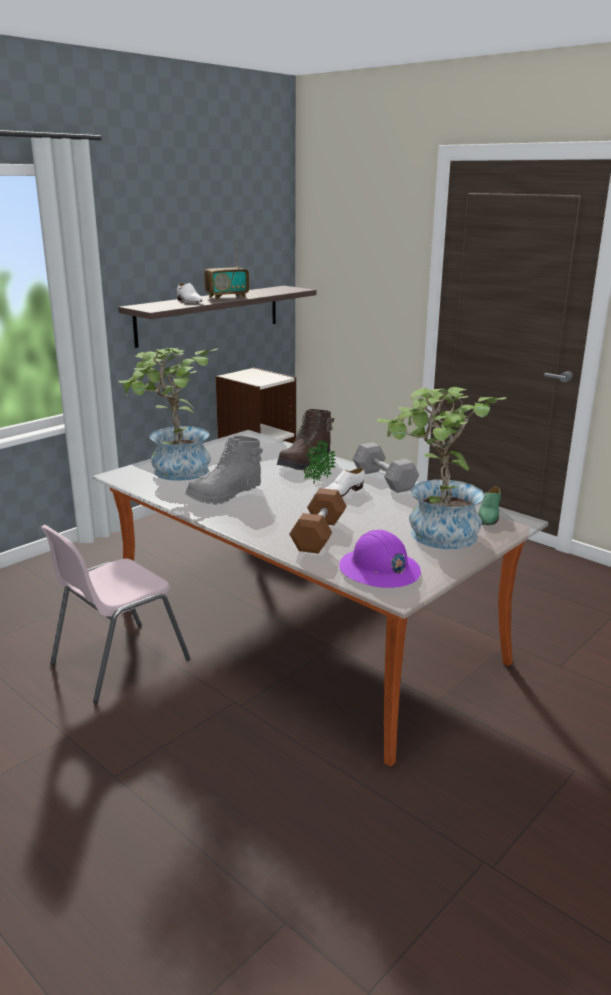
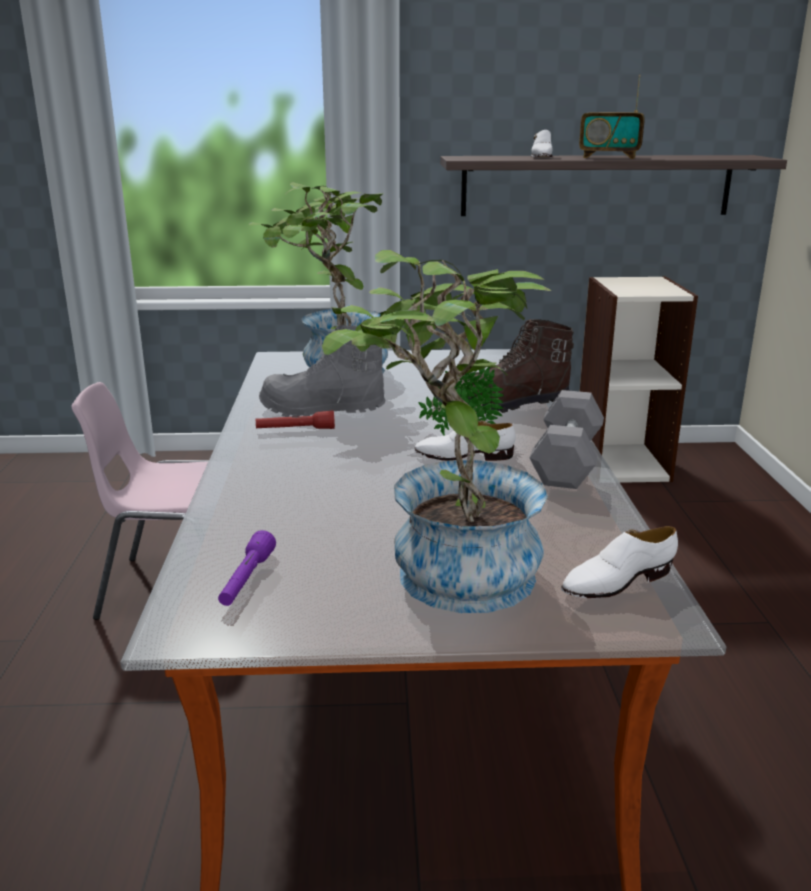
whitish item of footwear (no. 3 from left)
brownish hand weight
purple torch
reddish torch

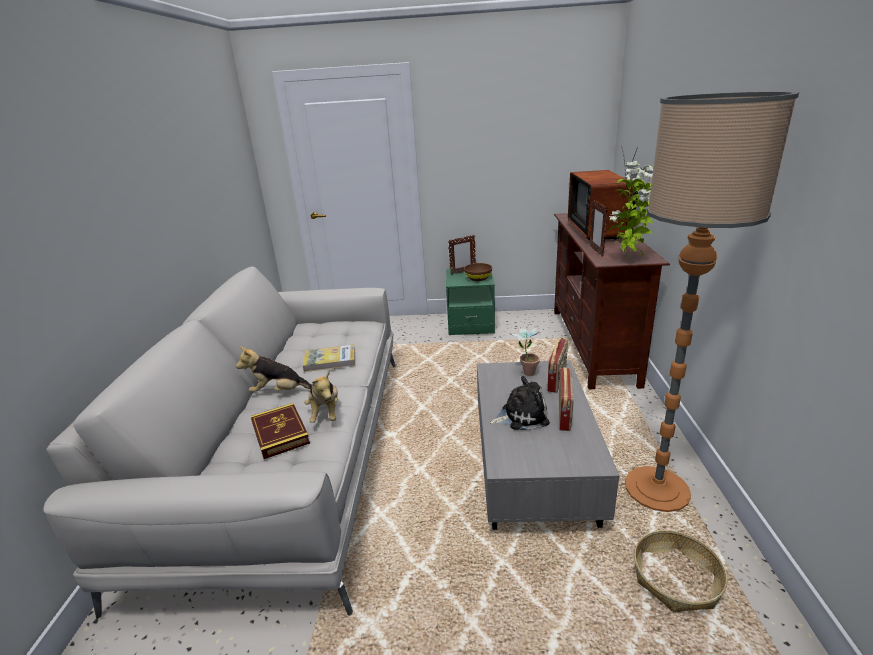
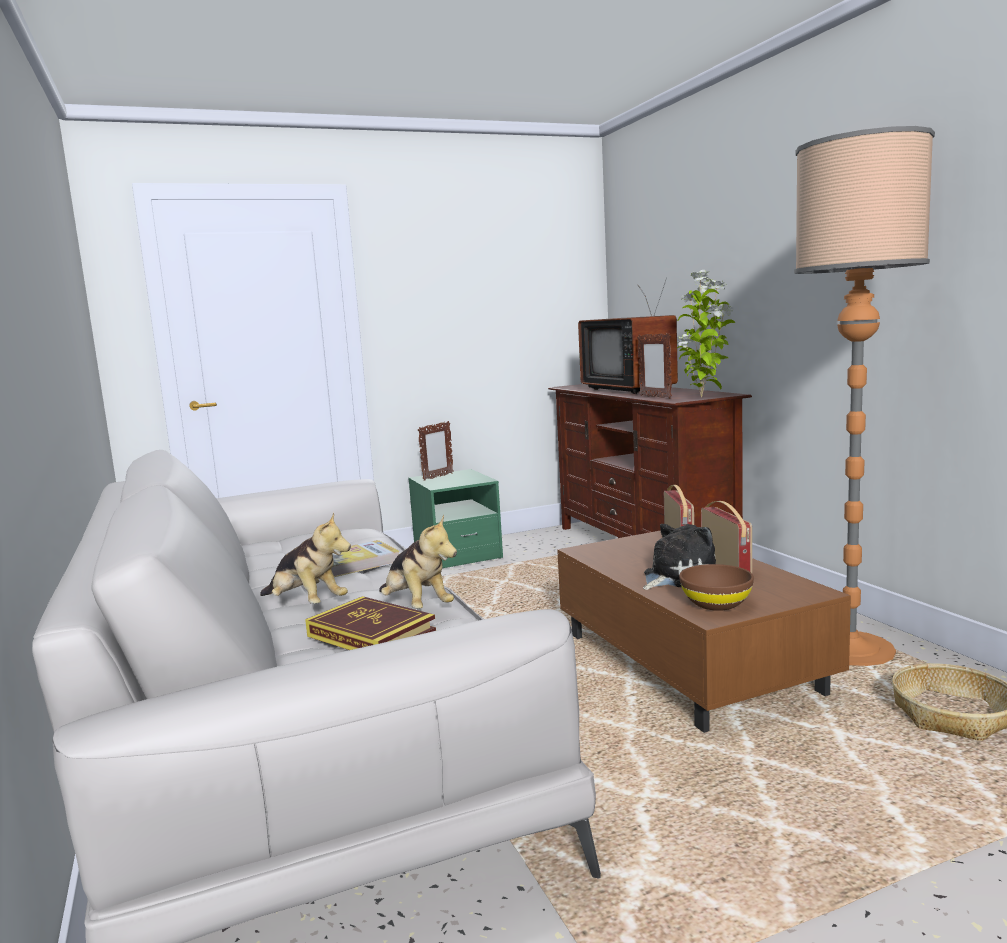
brownish serving bowl
houseplant (no. 1 from left in the first image)
soft toy (no. 1 from left)
brownish low table

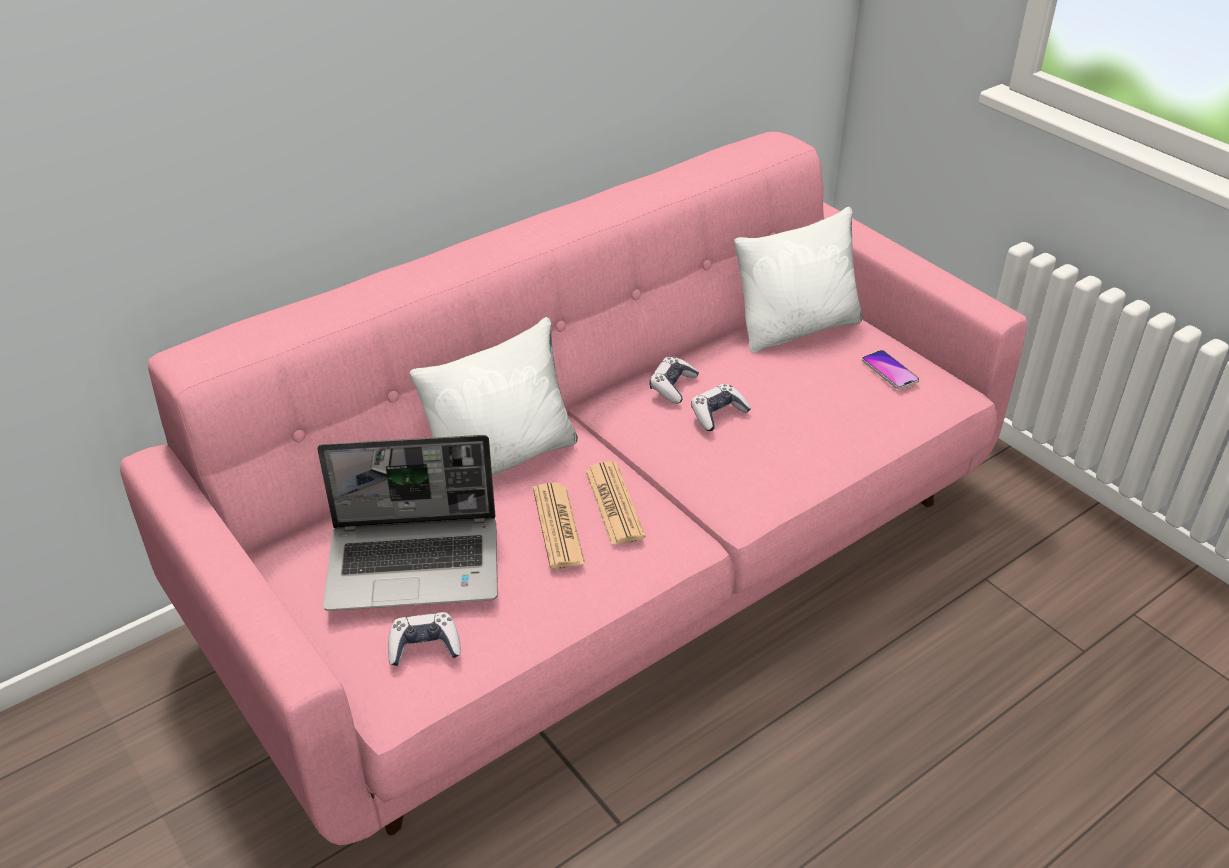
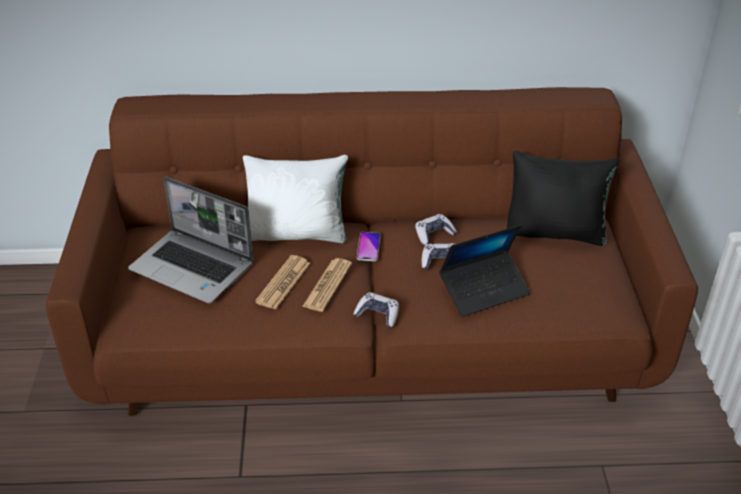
brownish sofa
black pillow
handset
gamepad (no. 1 from left)
portable computer (no. 2 from left)

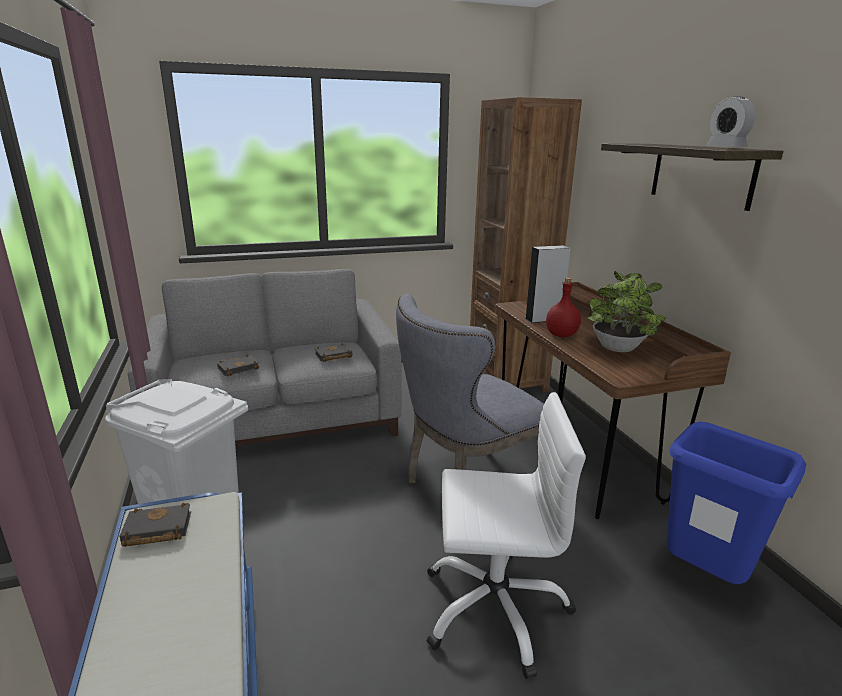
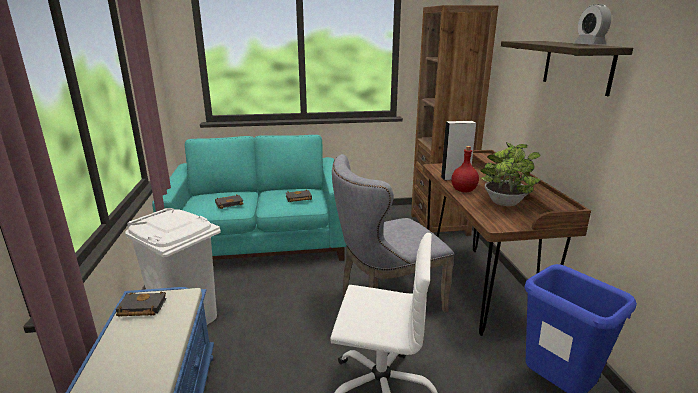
blue-green sofa

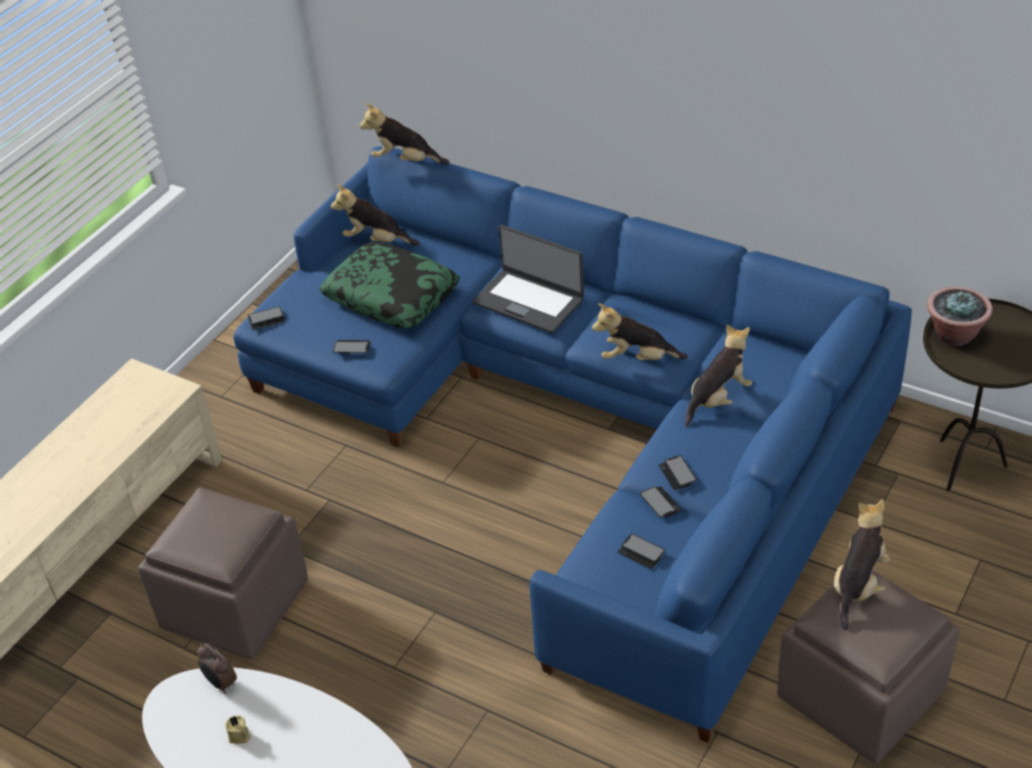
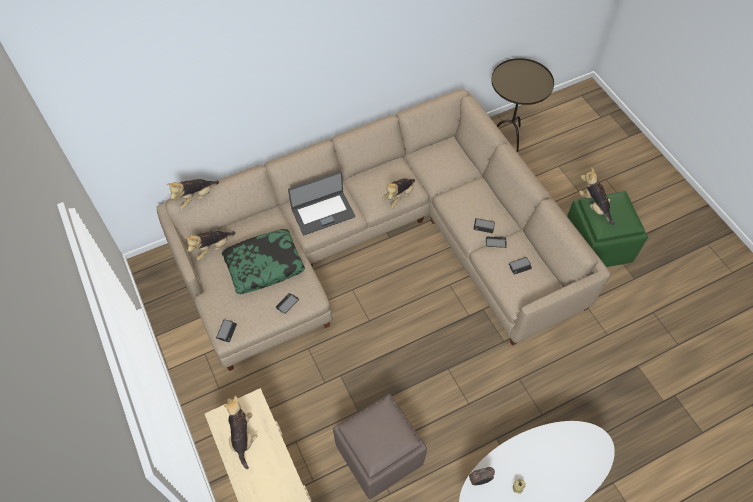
beige sofa
houseplant
soft toy (no. 3 from left)
green ottoman

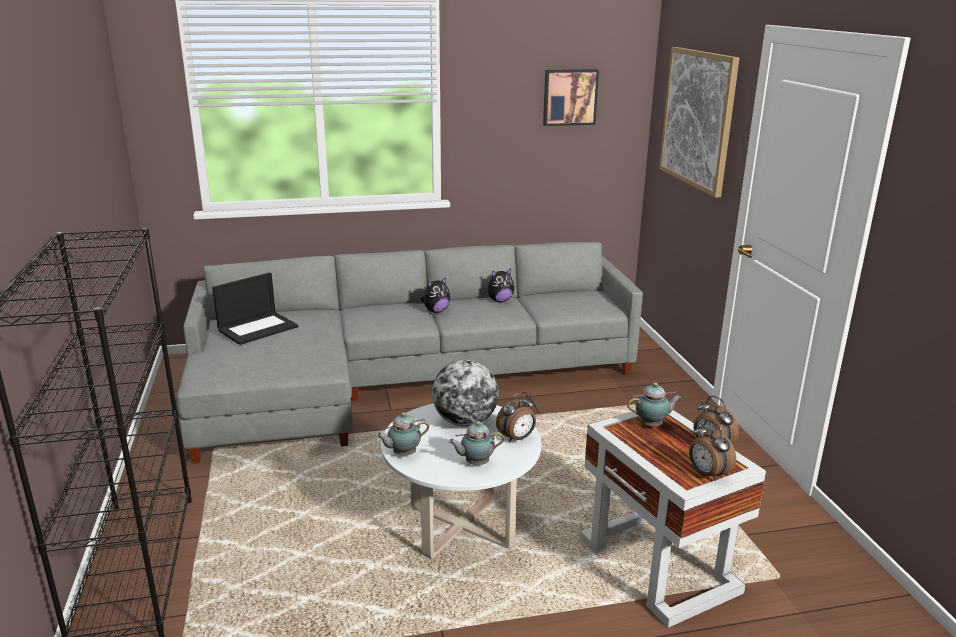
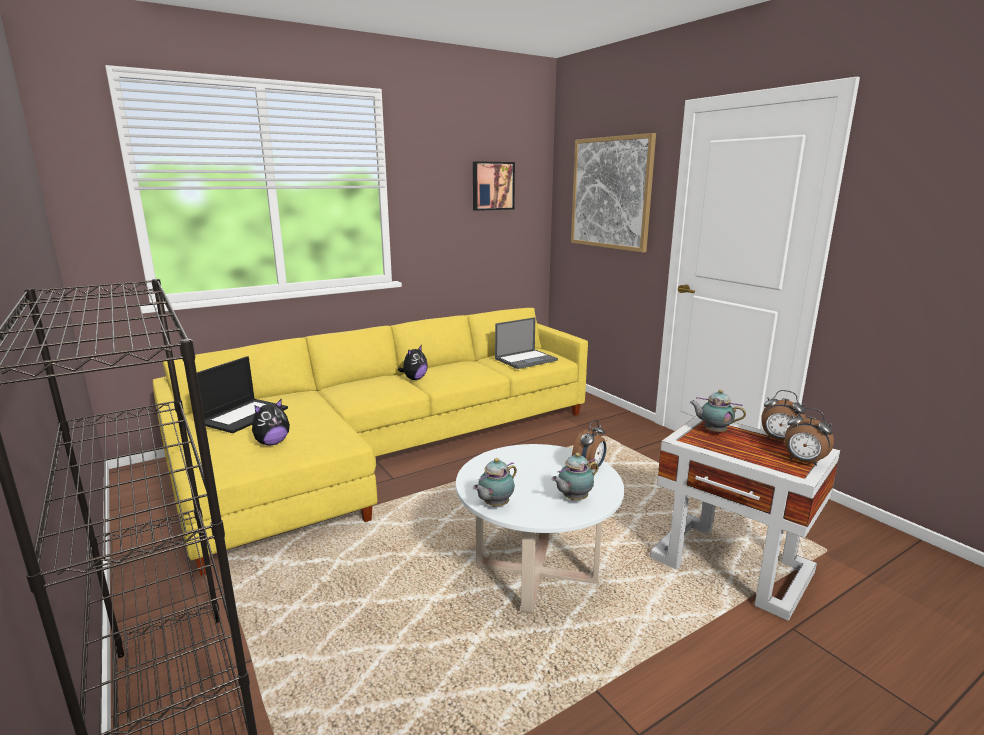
yellow sofa
soft toy (no. 1 from left)
globe
teapot (no. 3 from left)
portable computer (no. 2 from left)

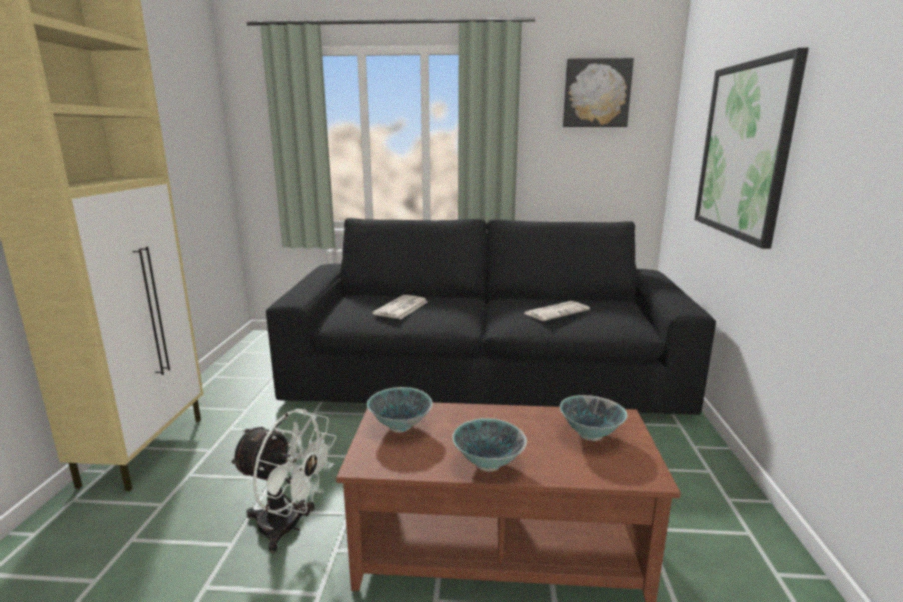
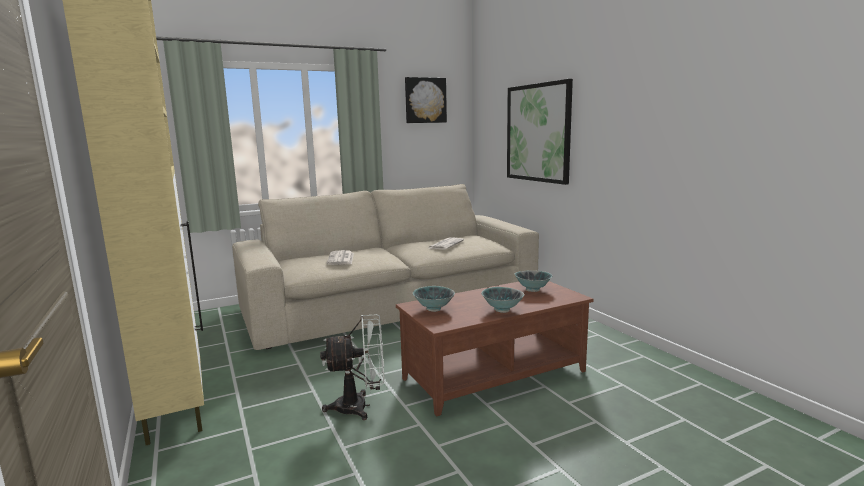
beige sofa

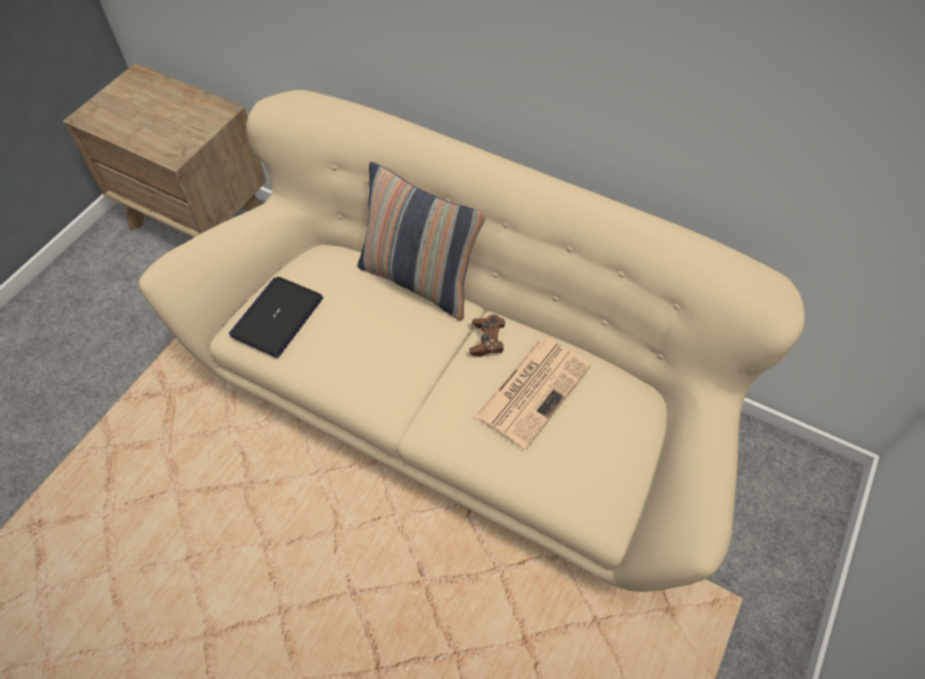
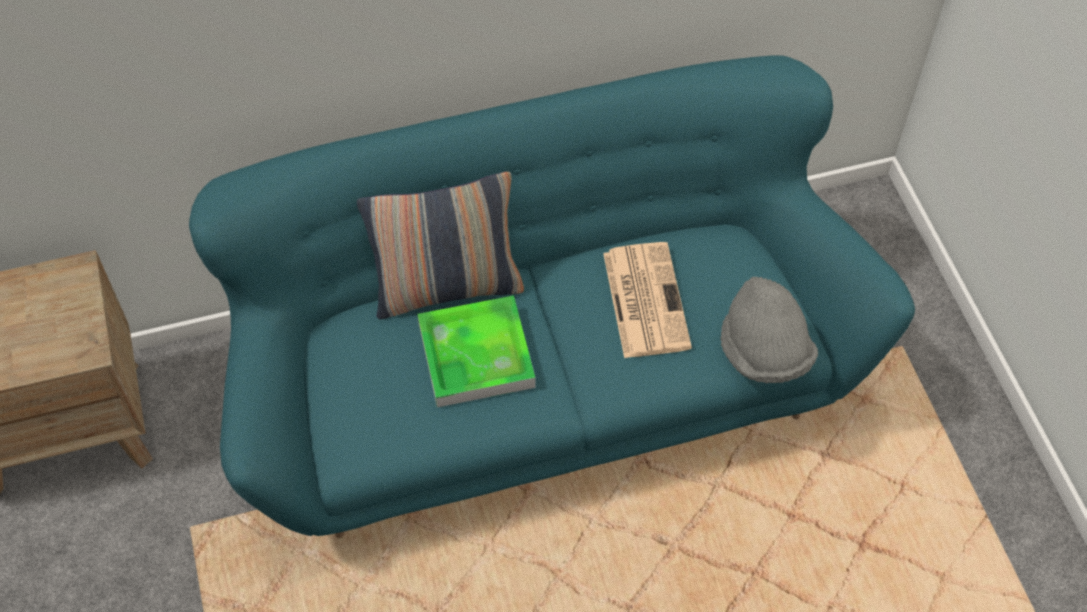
blue-green sofa
portable computer
brownish gamepad
grey hat
serving tray

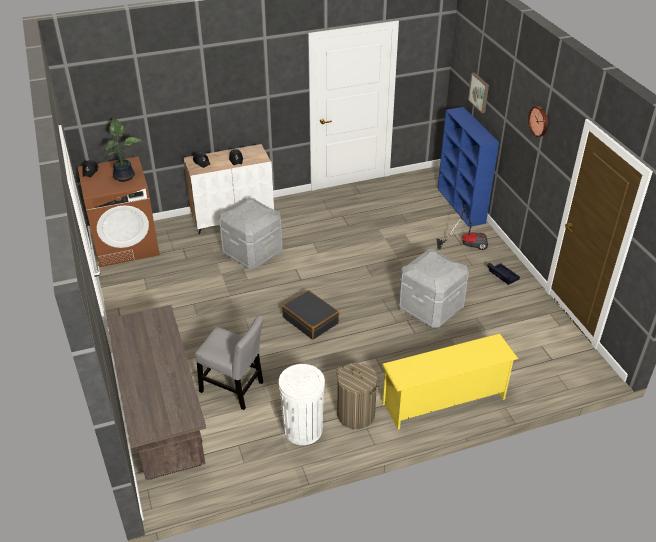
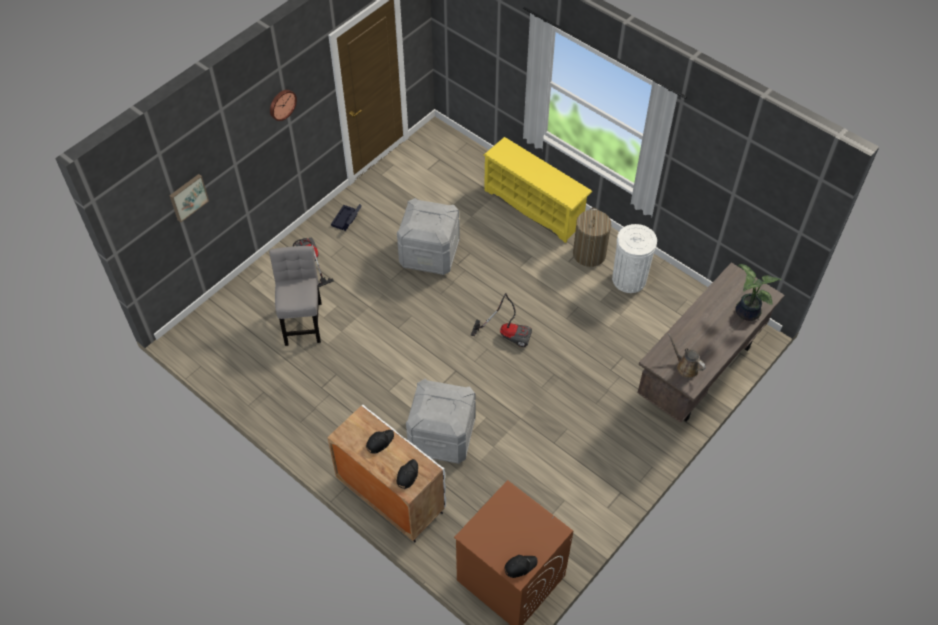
blue-coloured shelving unit
houseplant
vacuum (no. 2 from left)
grey chair
brownish watering can

